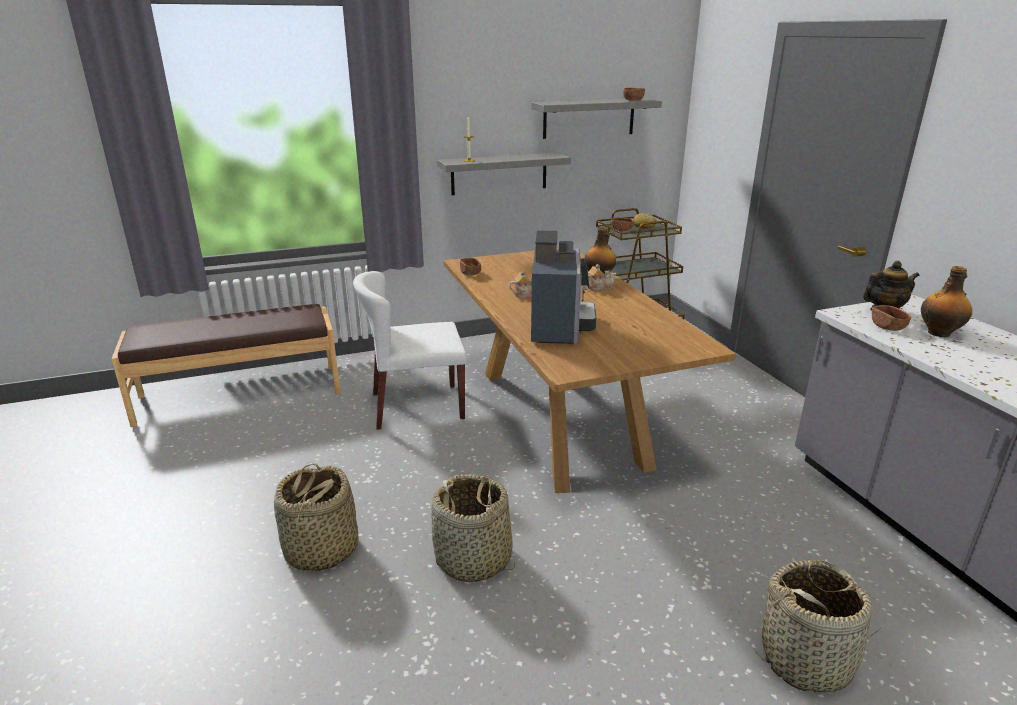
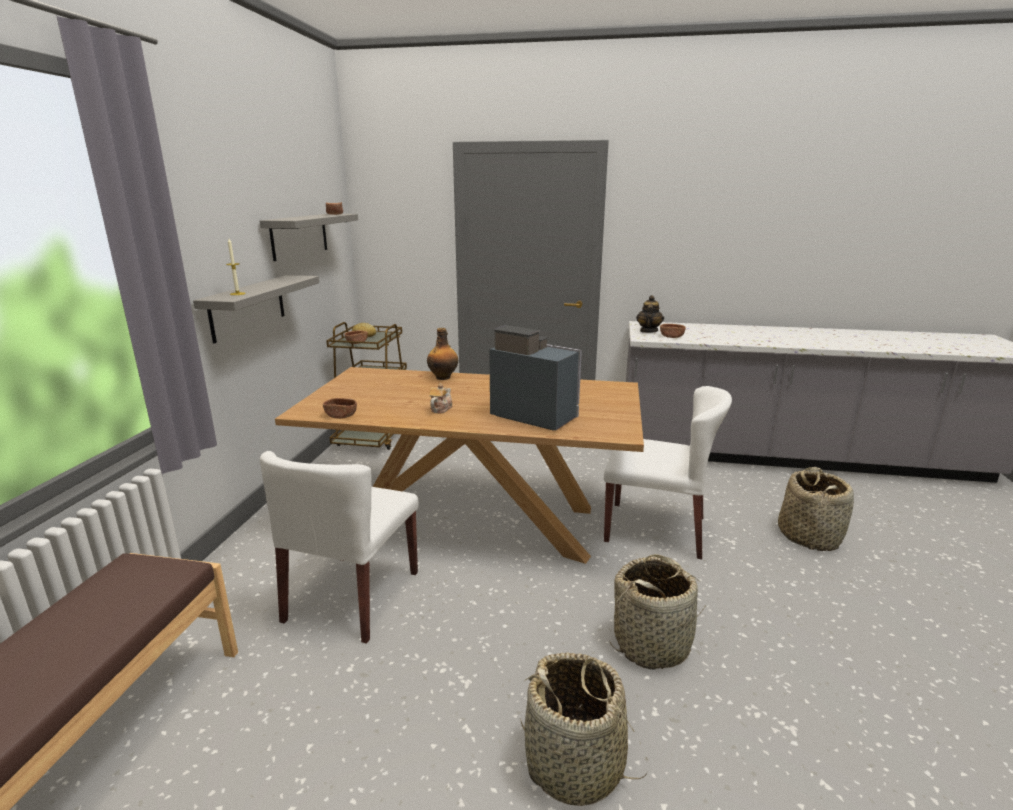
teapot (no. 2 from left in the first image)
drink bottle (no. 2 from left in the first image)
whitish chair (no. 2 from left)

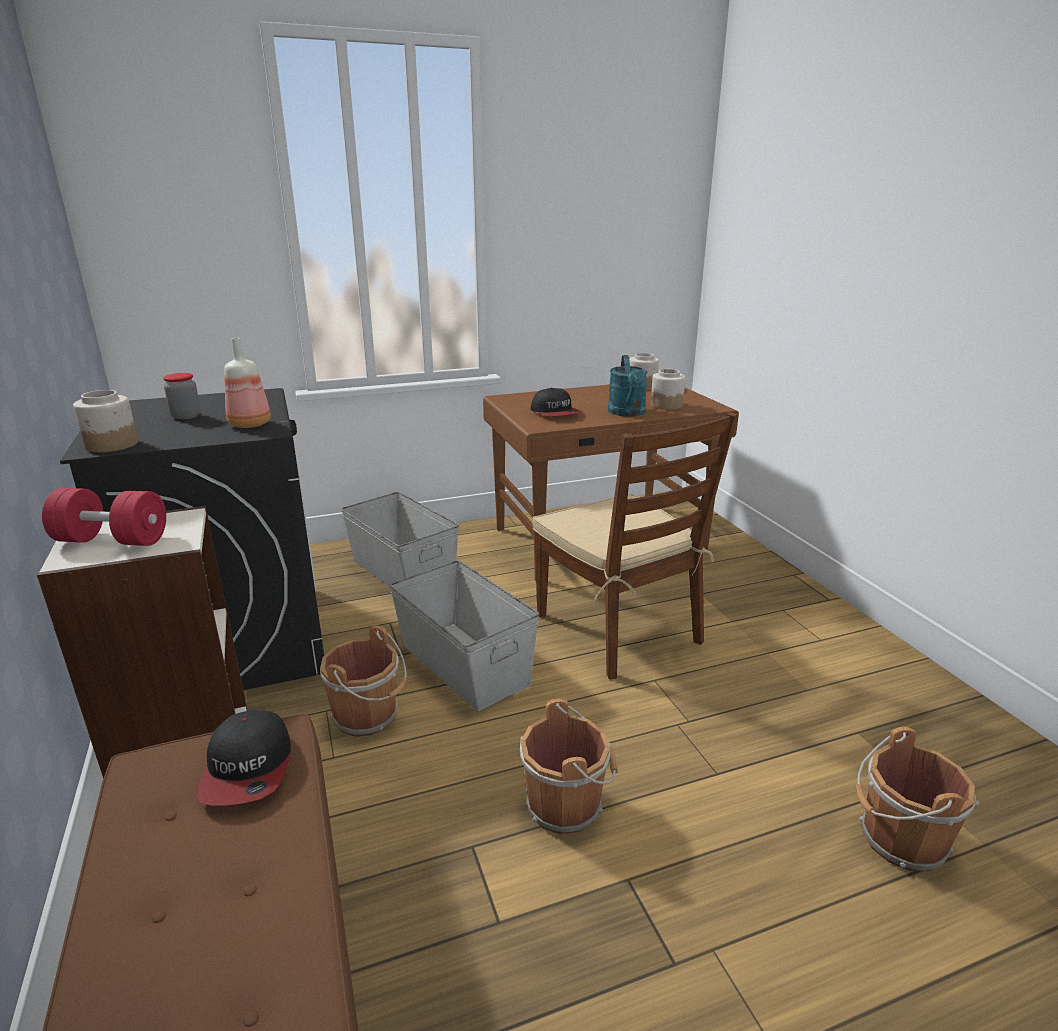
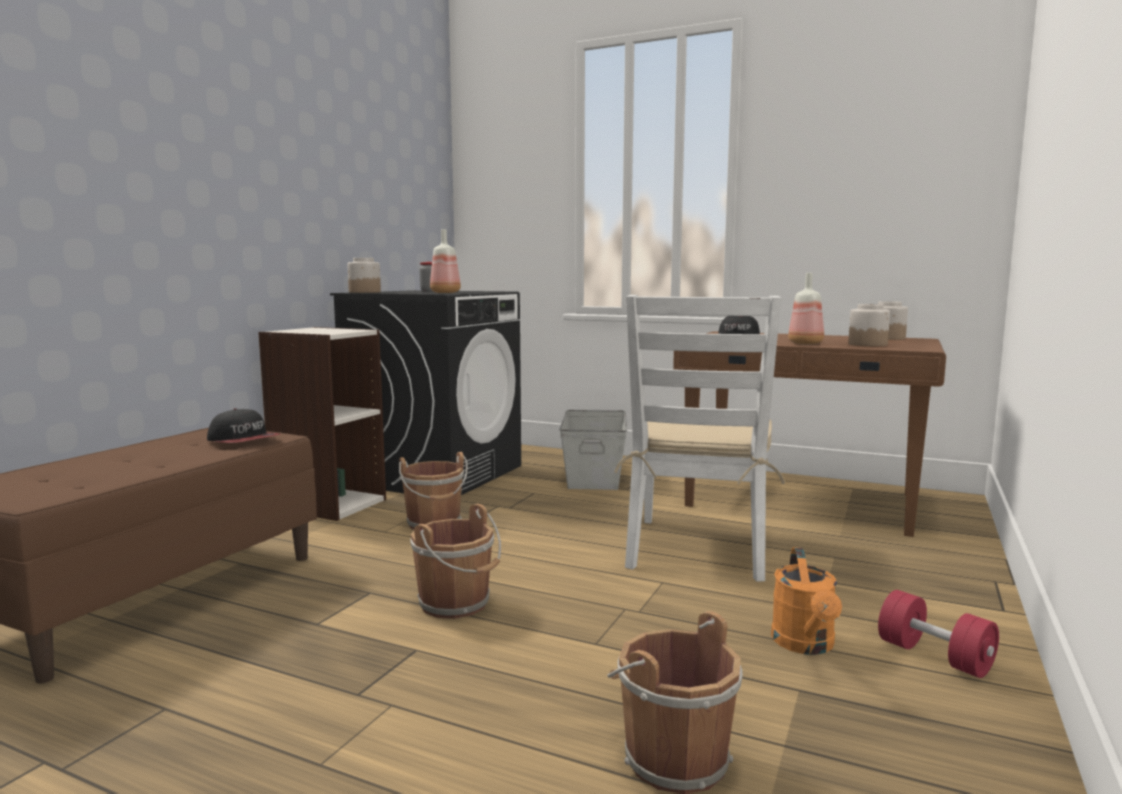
drink bottle (no. 2 from left)
whitish chair
reddish hand weight
grey storage container (no. 2 from left in the first image)
baseball cap (no. 1 from left)
orangey watering can

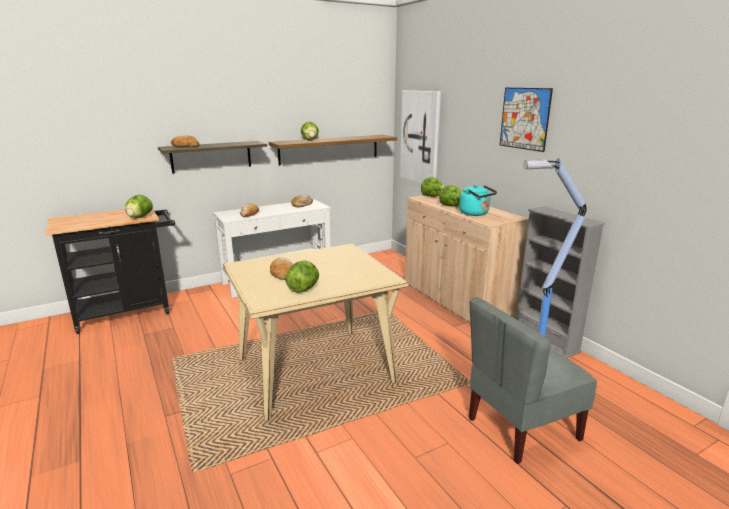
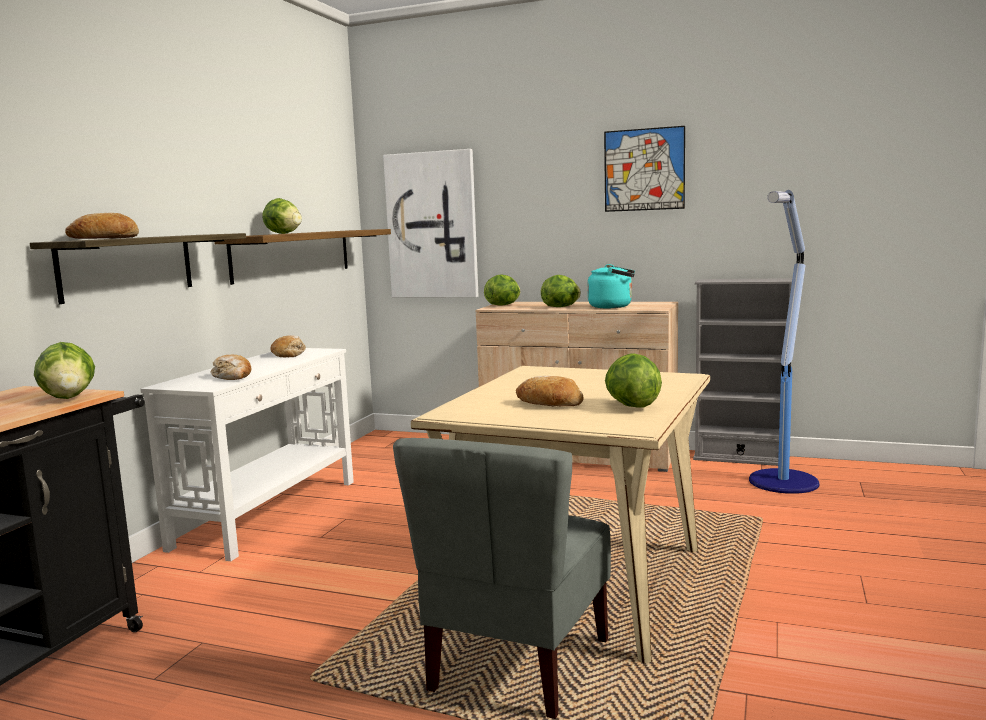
grey chair

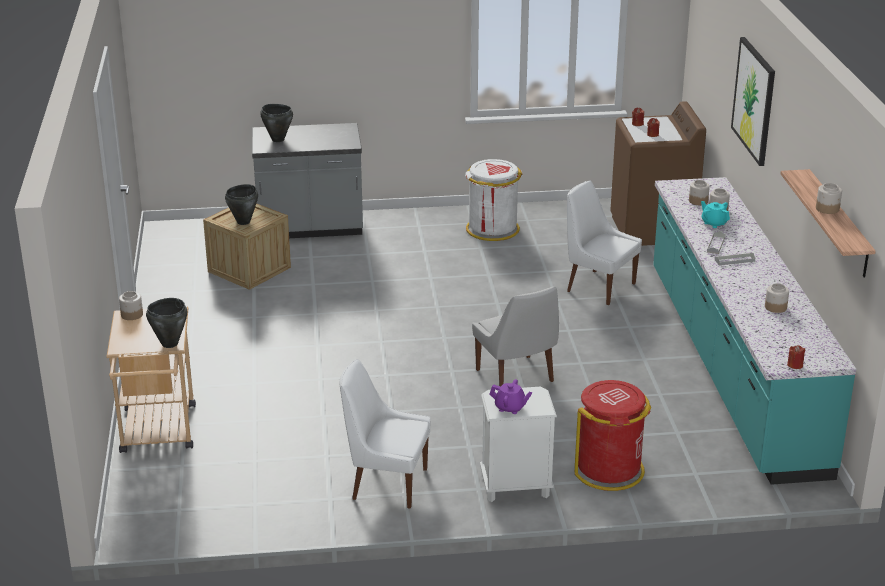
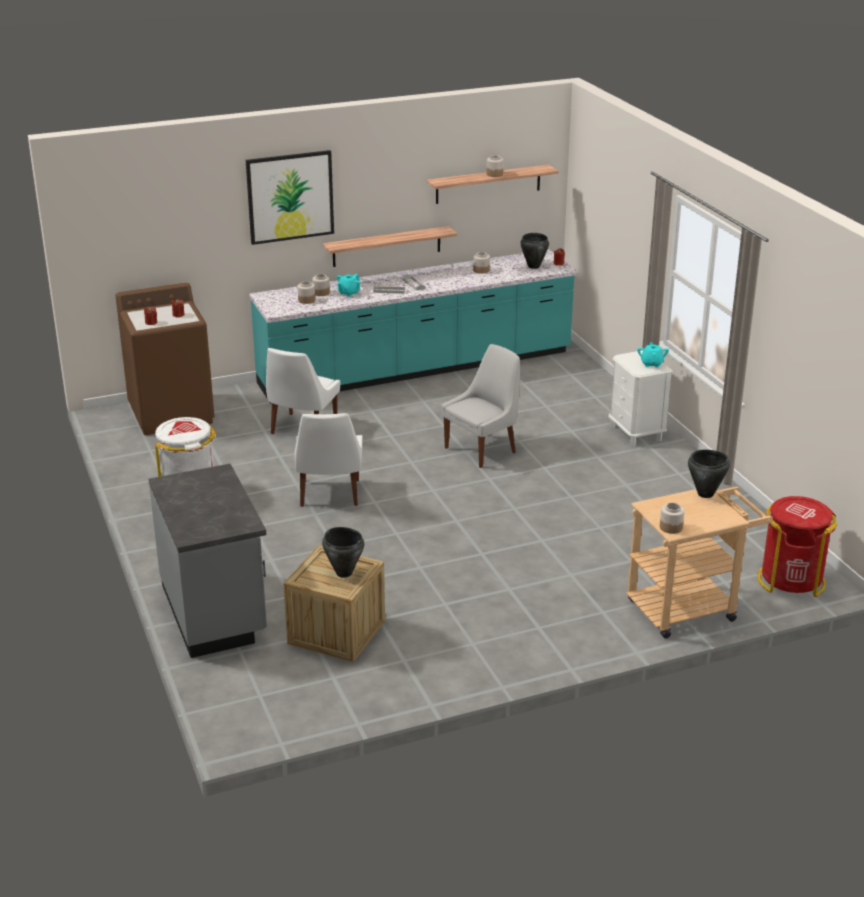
black stockpot (no. 2 from left)
whitish chair (no. 2 from left)
blue-green teapot (no. 2 from left)
reddish waste bin
bracket shelf (no. 1 from left)

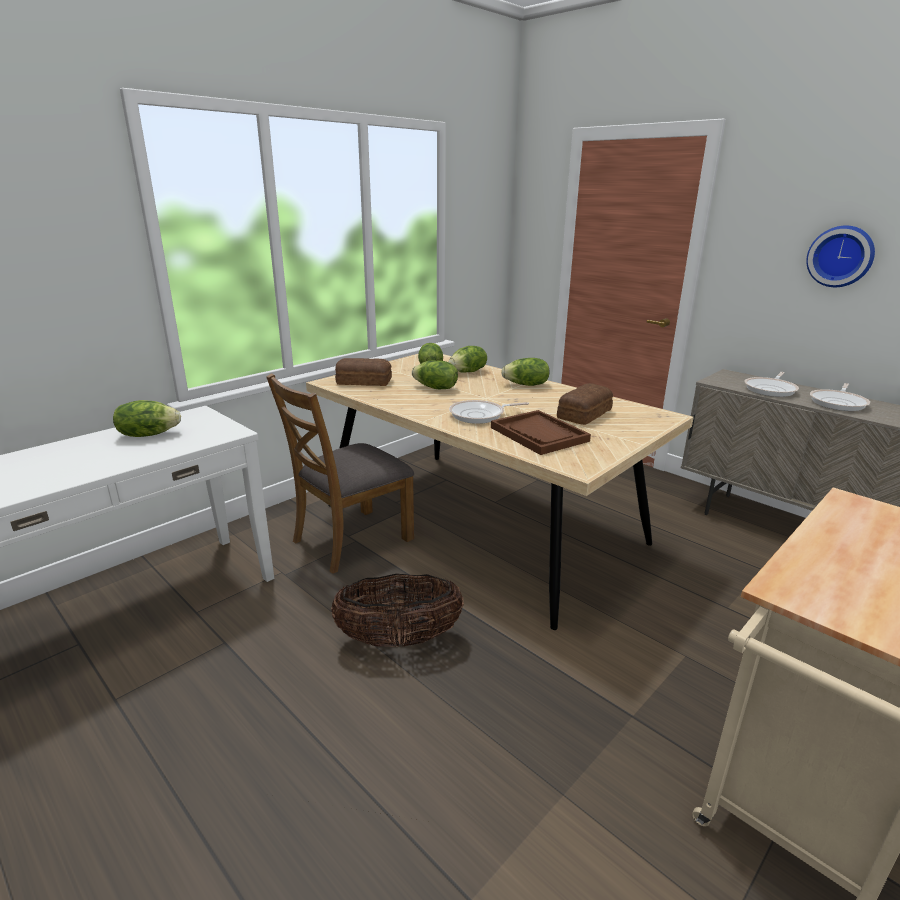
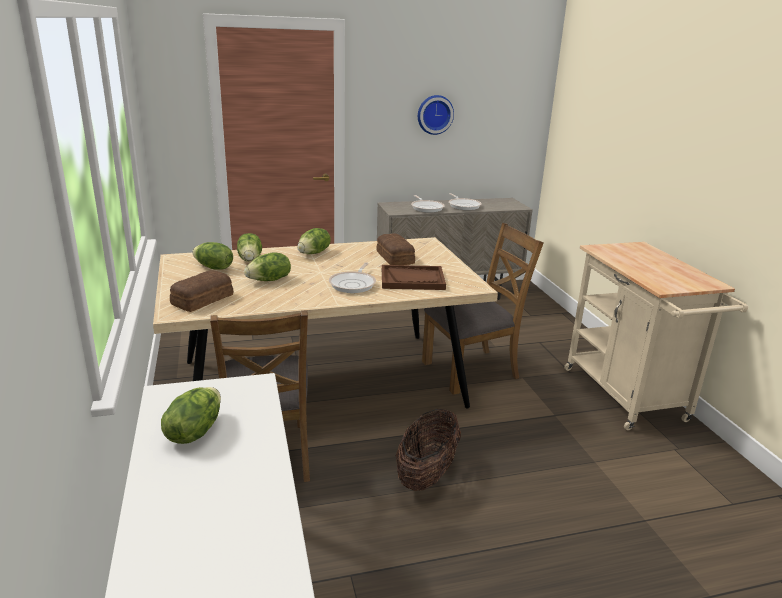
brownish chair (no. 2 from left)

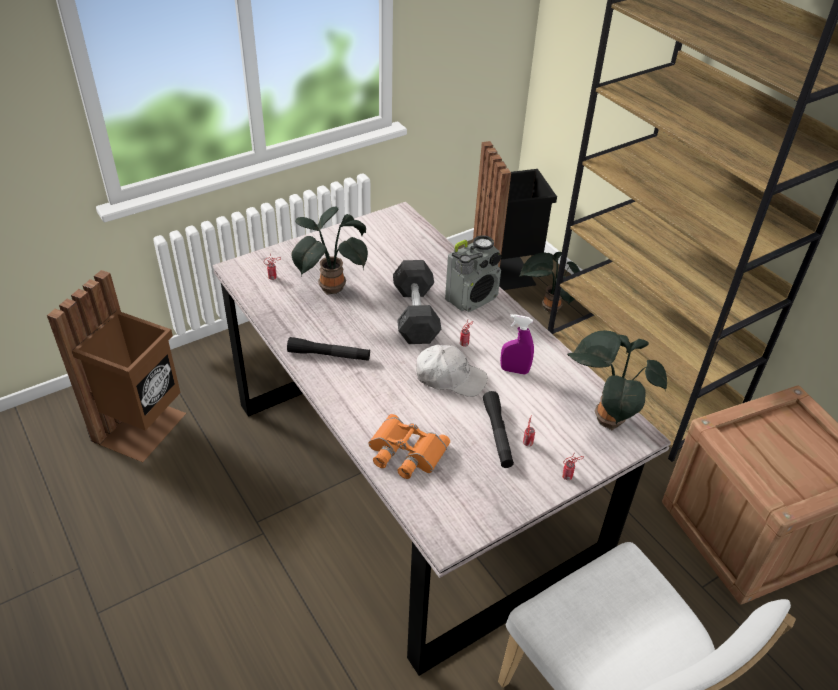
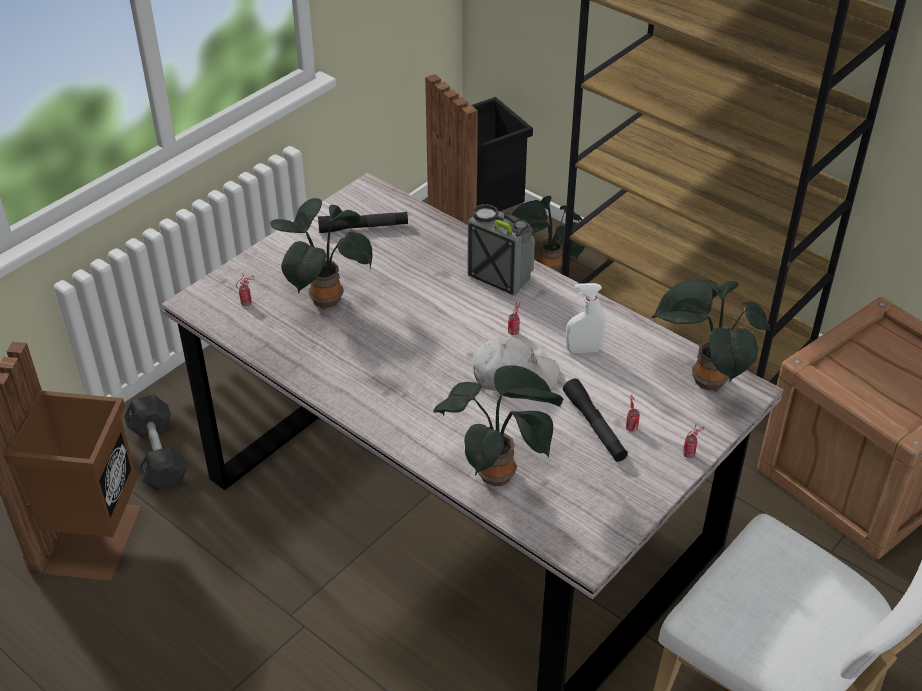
radio set
grey hand weight
whitish hand sprayer
black torch (no. 1 from left)
houseplant (no. 2 from left)

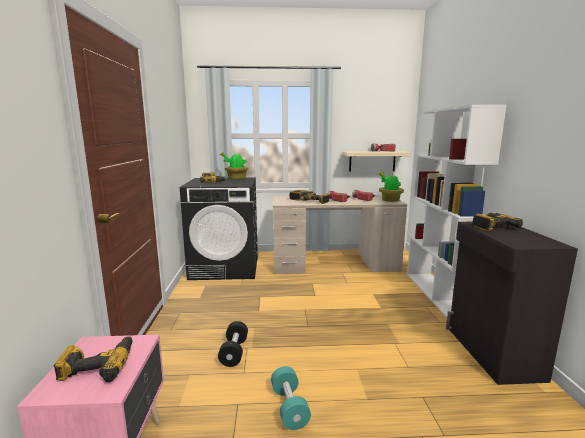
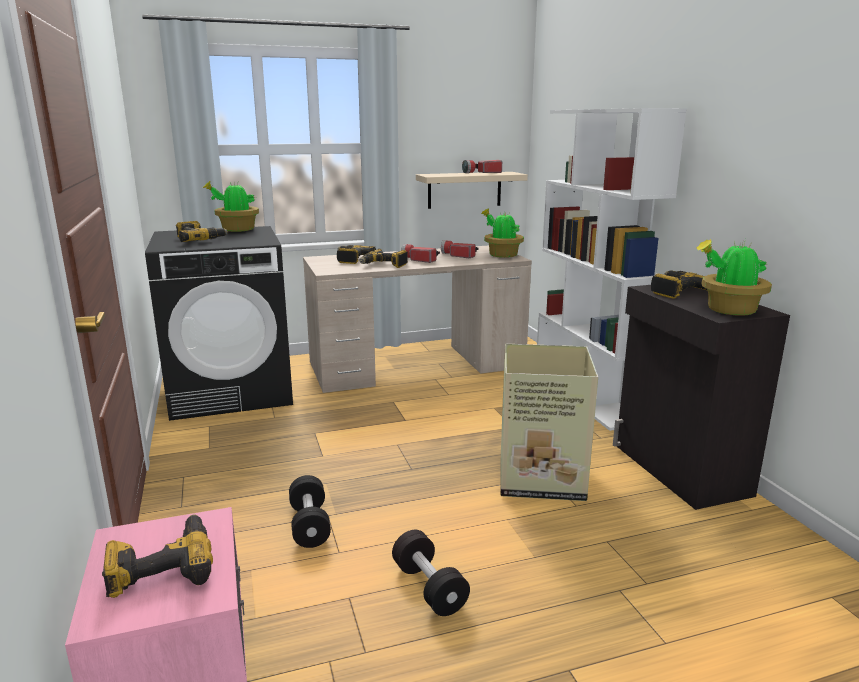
black hand weight (no. 2 from left)
houseplant (no. 3 from left)
packing box

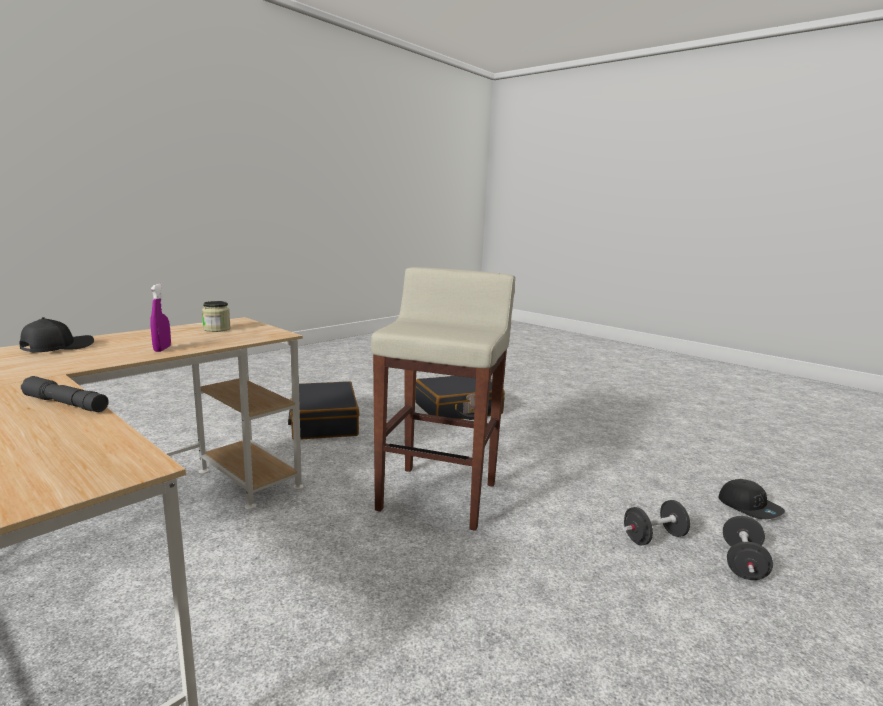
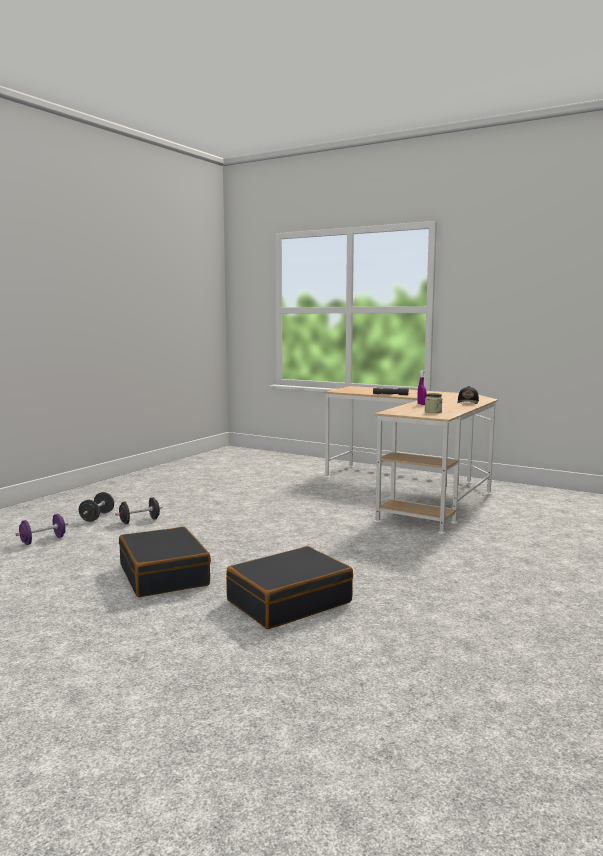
beige stool
black suitcase (no. 1 from left)
purple hand weight

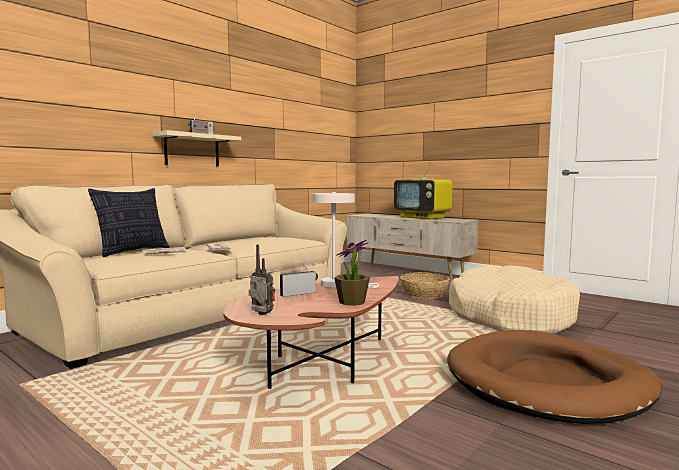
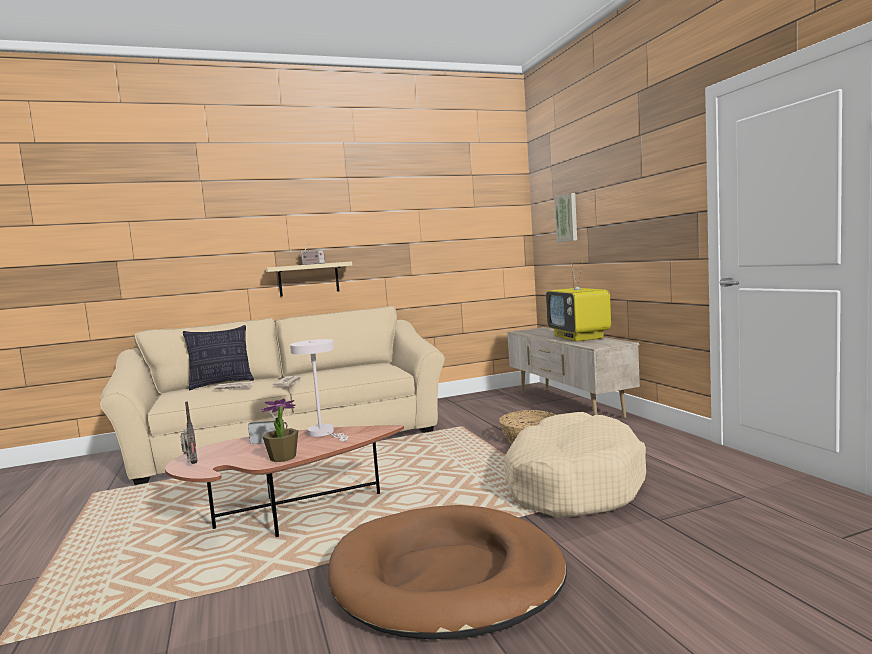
picture

